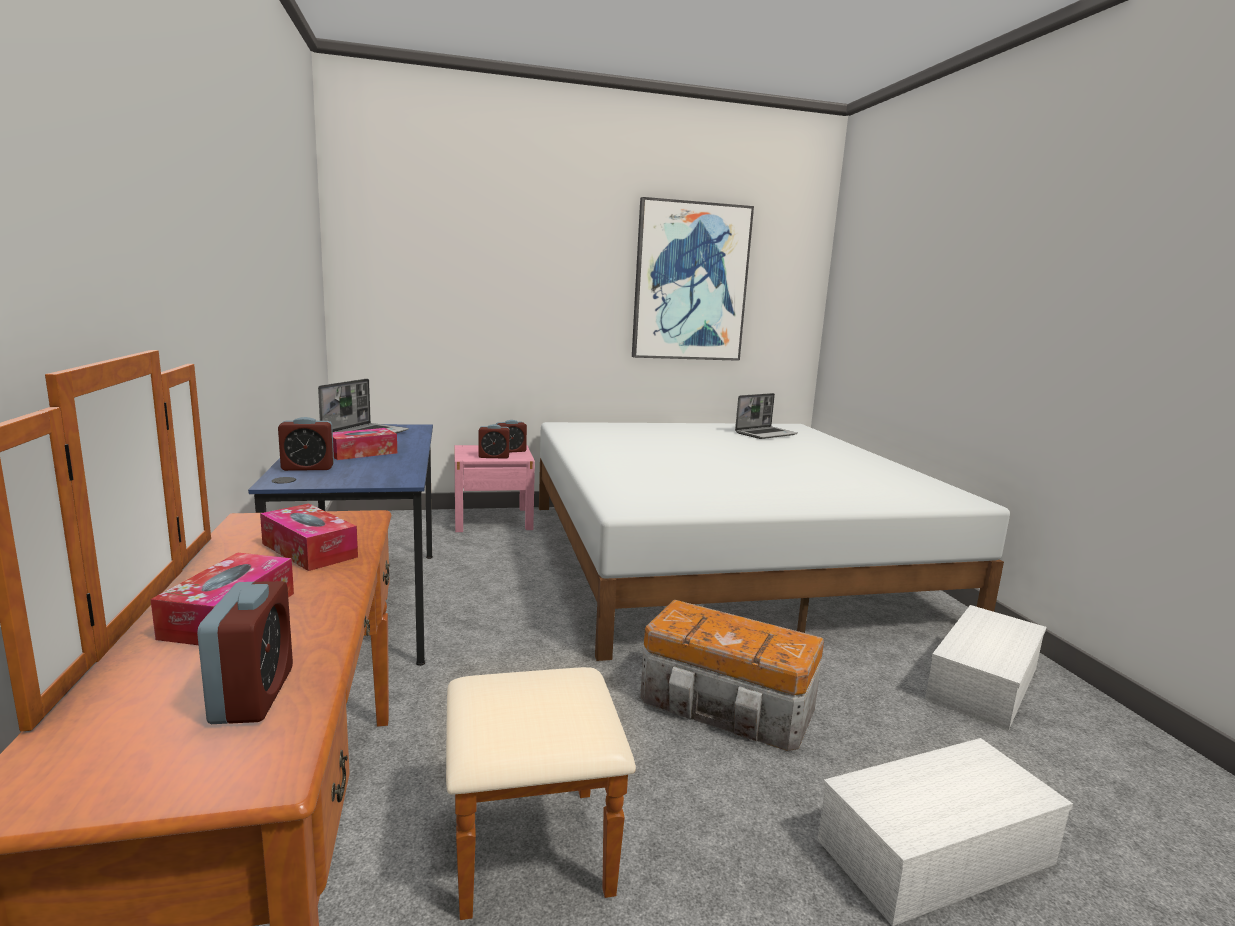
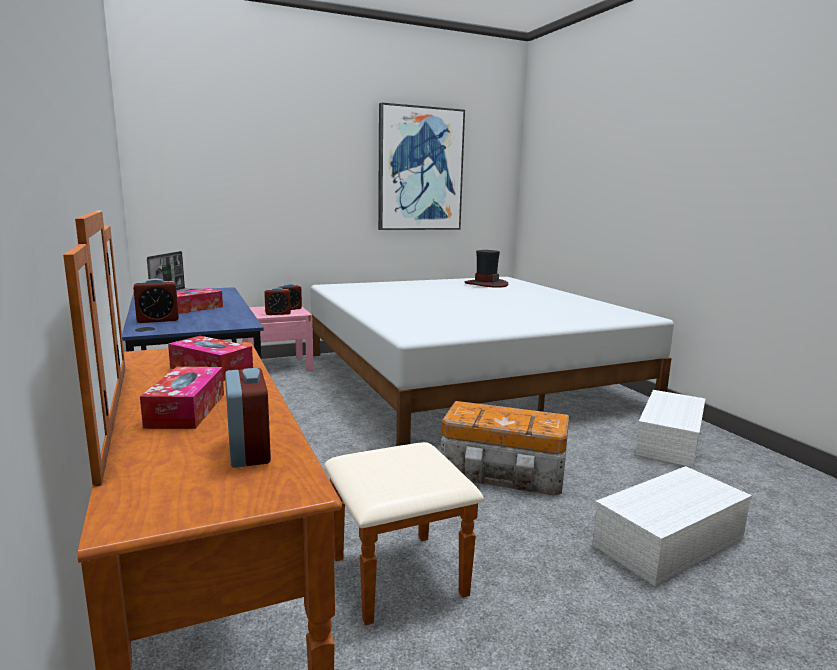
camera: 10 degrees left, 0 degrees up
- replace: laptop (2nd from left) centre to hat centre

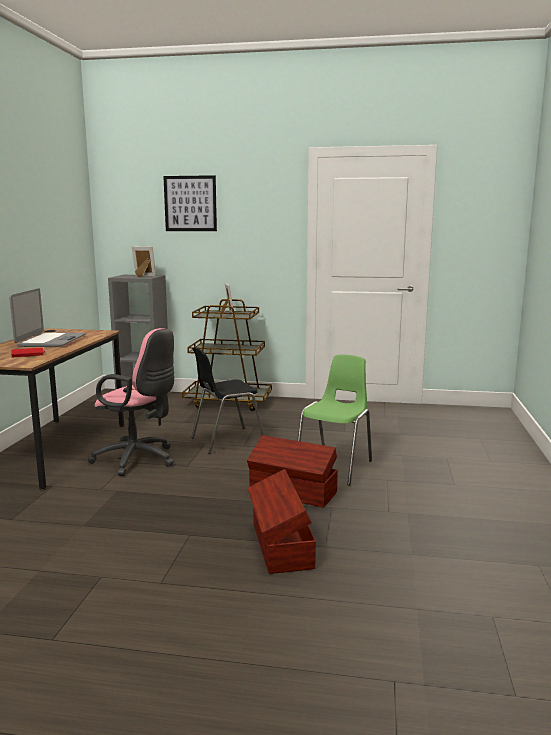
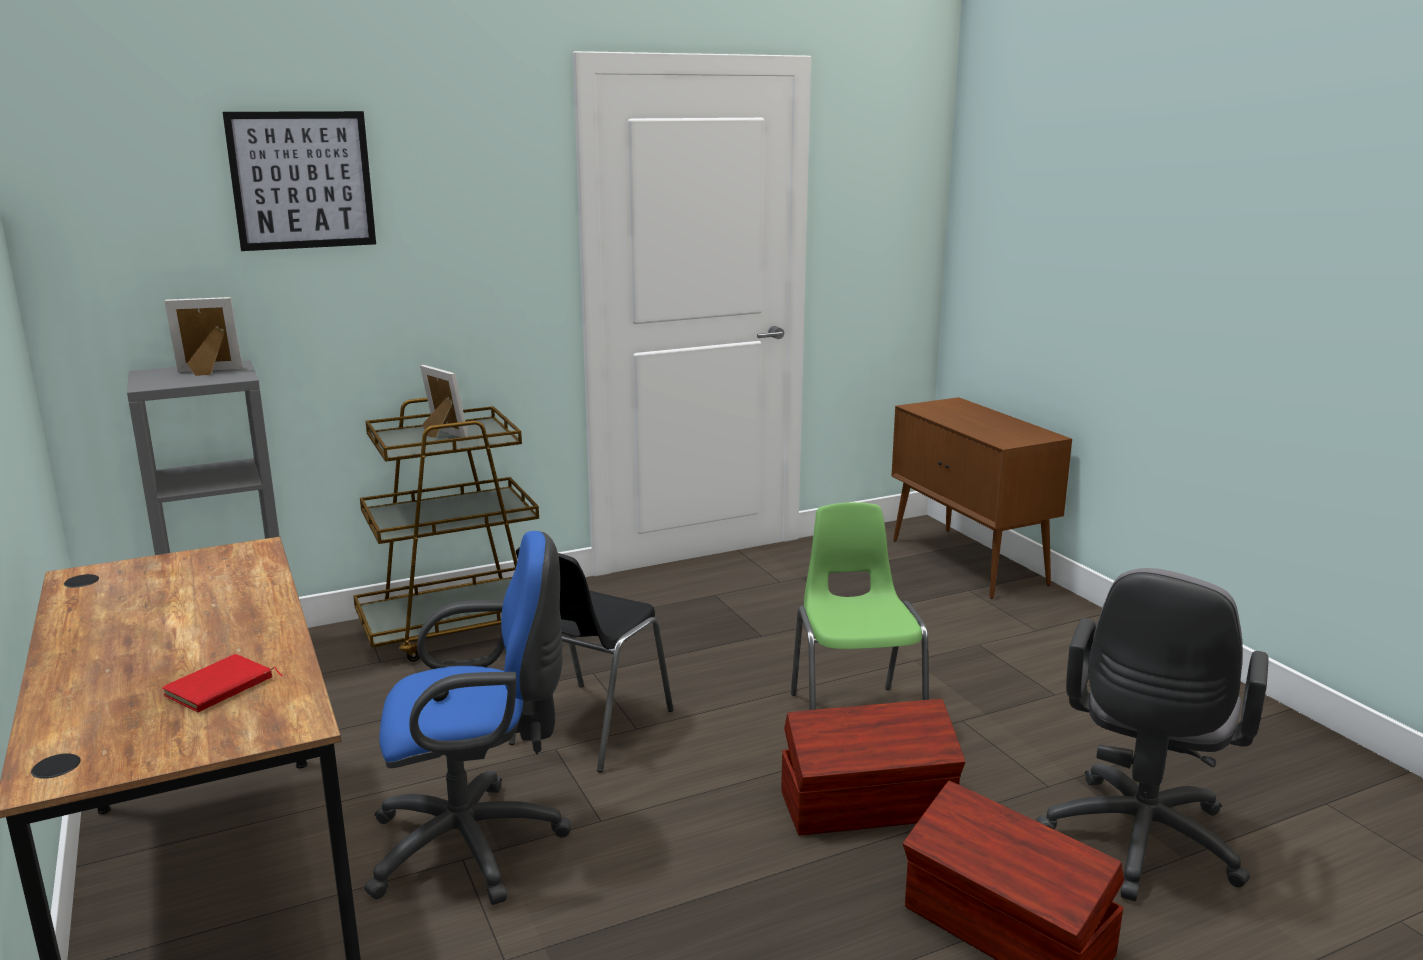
camera: 35 degrees left, 5 degrees up
- delete: laptop middle left
- insert: brown cabinet middle right
- insert: grey office chair bottom right
- recolor: pink office chair middle left to blue office chair bottom left

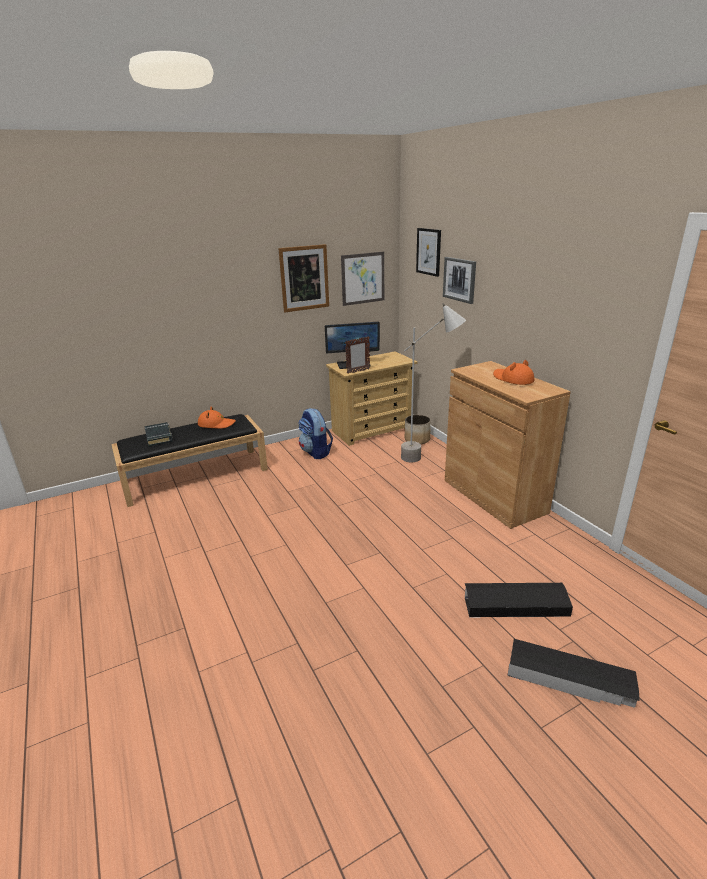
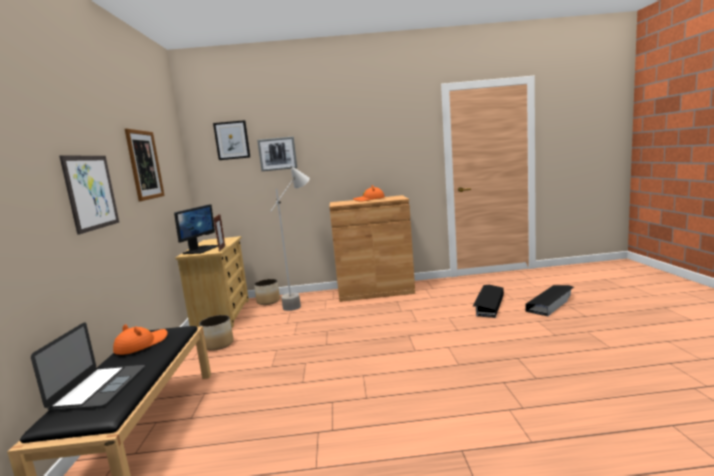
camera: 65 degrees left, 15 degrees down
- move: picture (2nd from left in the first image) top centre to picture (1st from left) middle left
- replace: black book middle left to laptop bottom left
- replace: backpack centre to planter (1st from left) bottom left

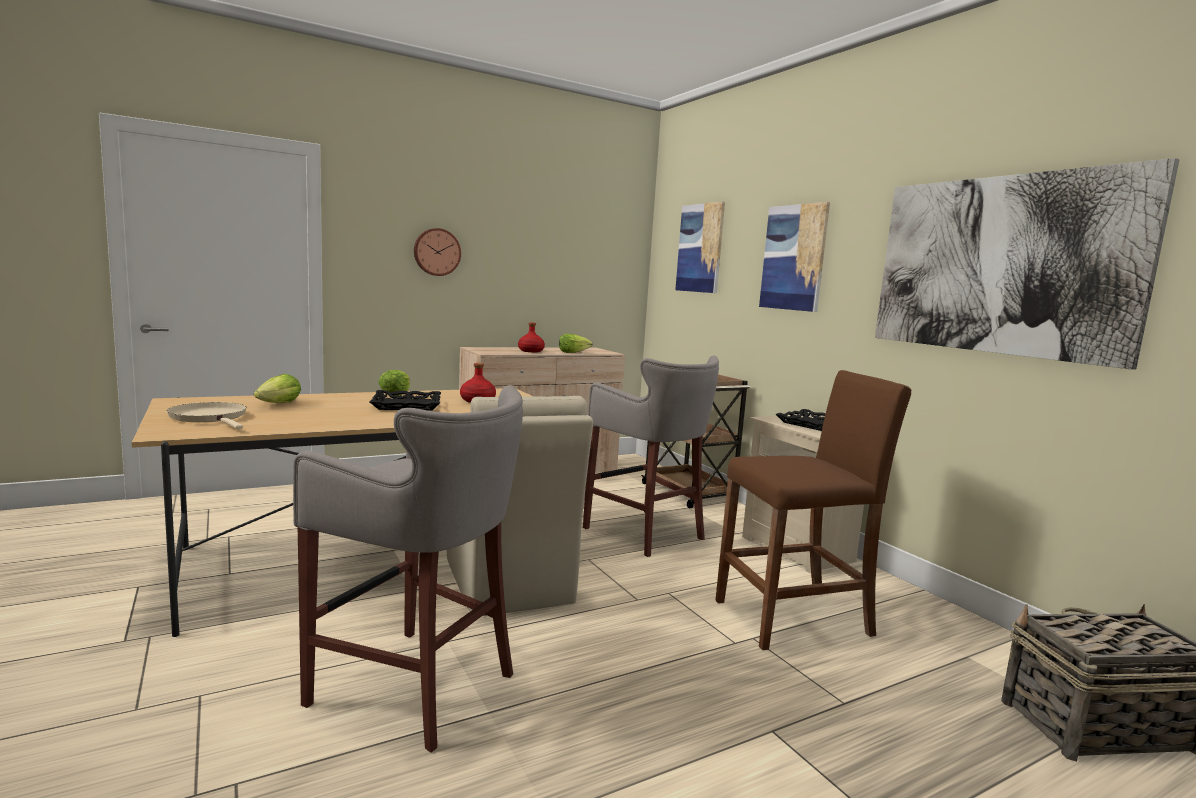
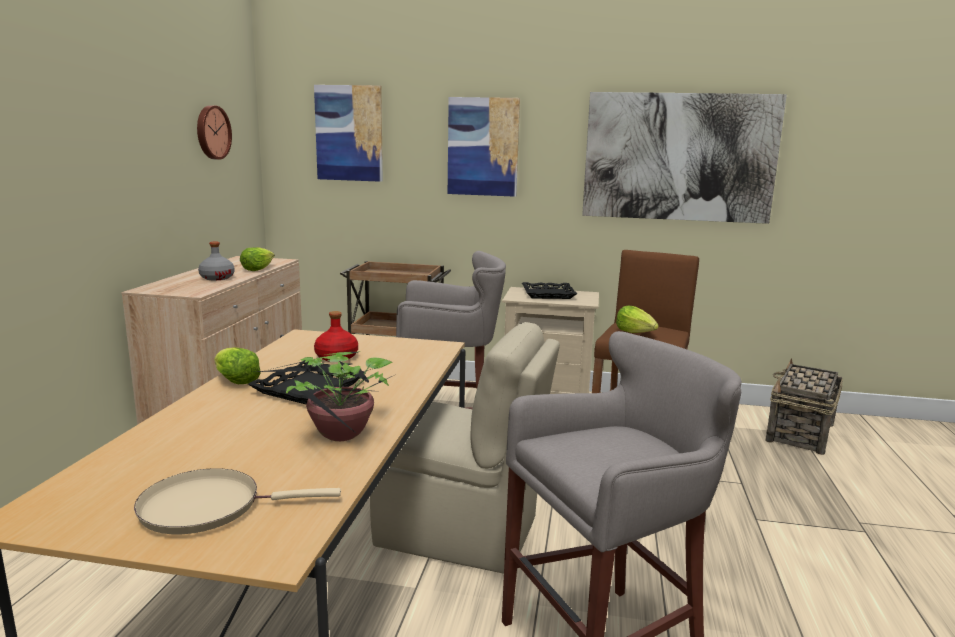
camera: 50 degrees left, 5 degrees up
- insert: potted plant centre
- move: lettuce (1st from left in the first image) middle left to lettuce (3rd from left) middle right
- move: wall clock top centre to top left
- recolor: red bottle (2nd from left) centre to grey bottle middle left

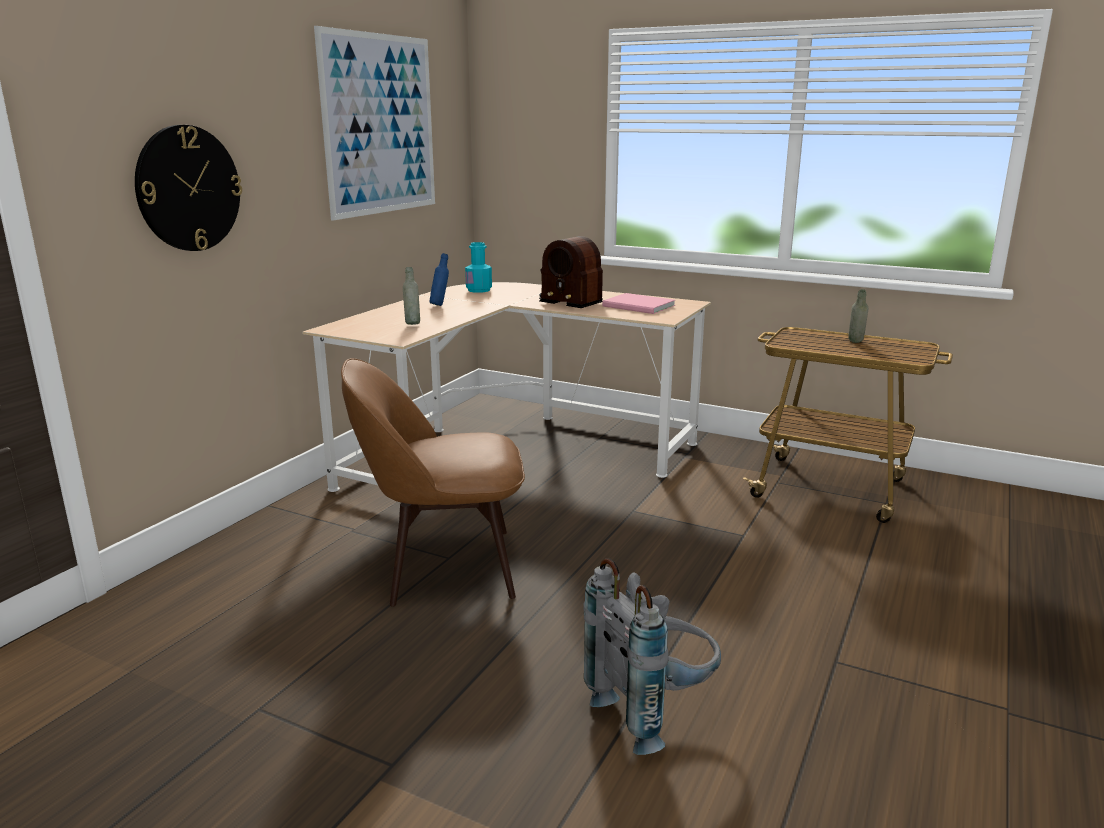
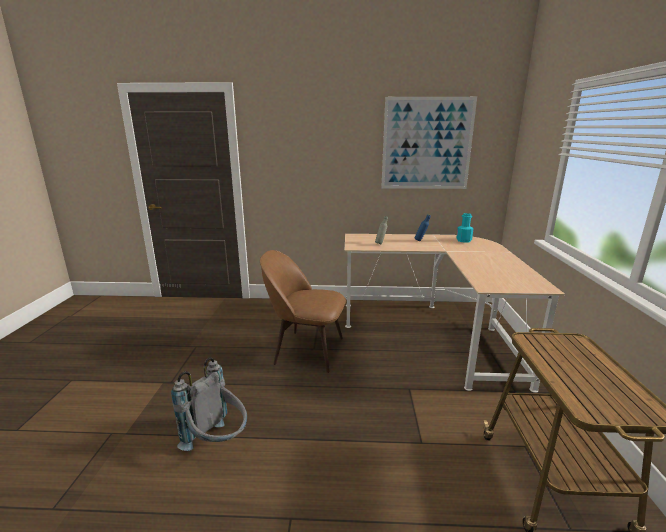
camera: 65 degrees right, 0 degrees up
- delete: wall clock top left
- delete: radio top centre
- delete: pink book centre
- delete: grey bottle (2nd from left) middle right
- rotate: brown chair centre = centre 45 degrees counterclockwise

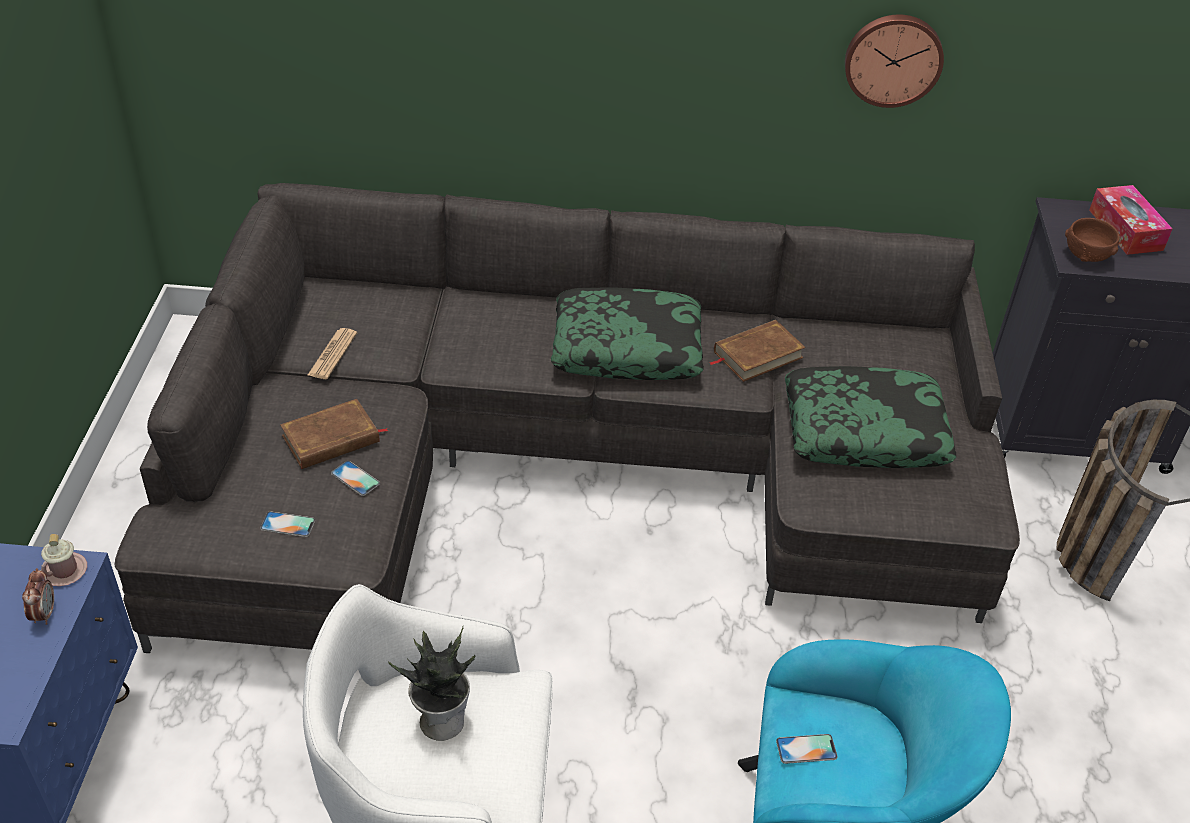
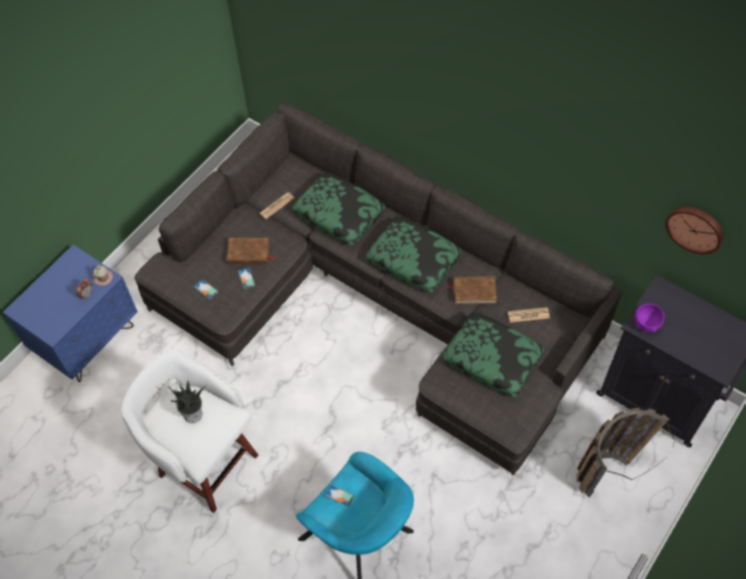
camera: 35 degrees right, 15 degrees up
- delete: tissue box top right
- insert: pillow (1st from left) centre
- insert: newspaper (2nd from left) middle right
- move: wall clock top right to middle right
- recolor: brown bowl top right to purple bowl middle right

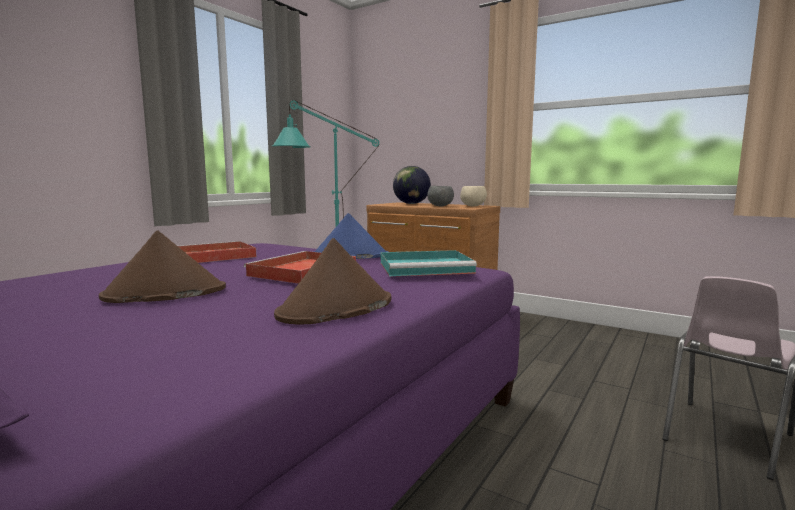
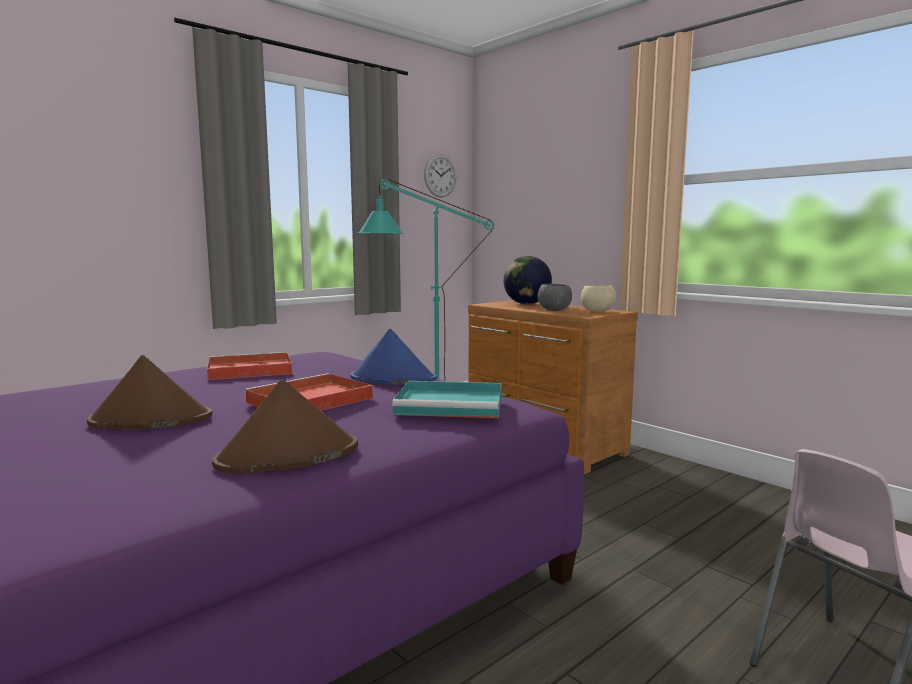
camera: 15 degrees right, 0 degrees up
- insert: wall clock top centre

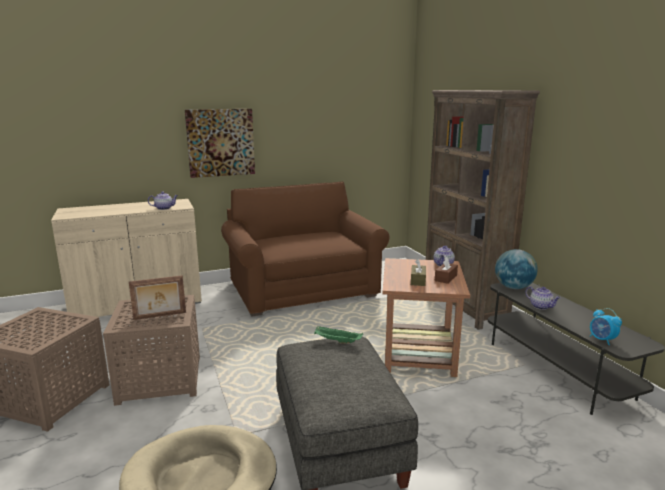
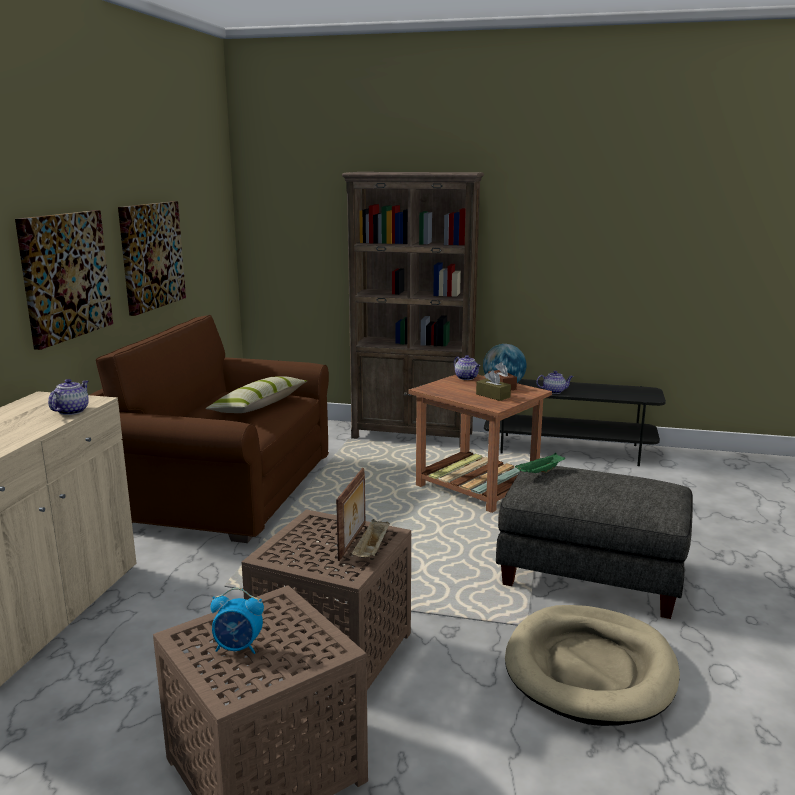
camera: 55 degrees left, 0 degrees up
- insert: picture (2nd from left) top left
- insert: pillow middle left
- insert: beige tray bottom centre
- move: alarm clock middle right to bottom left

